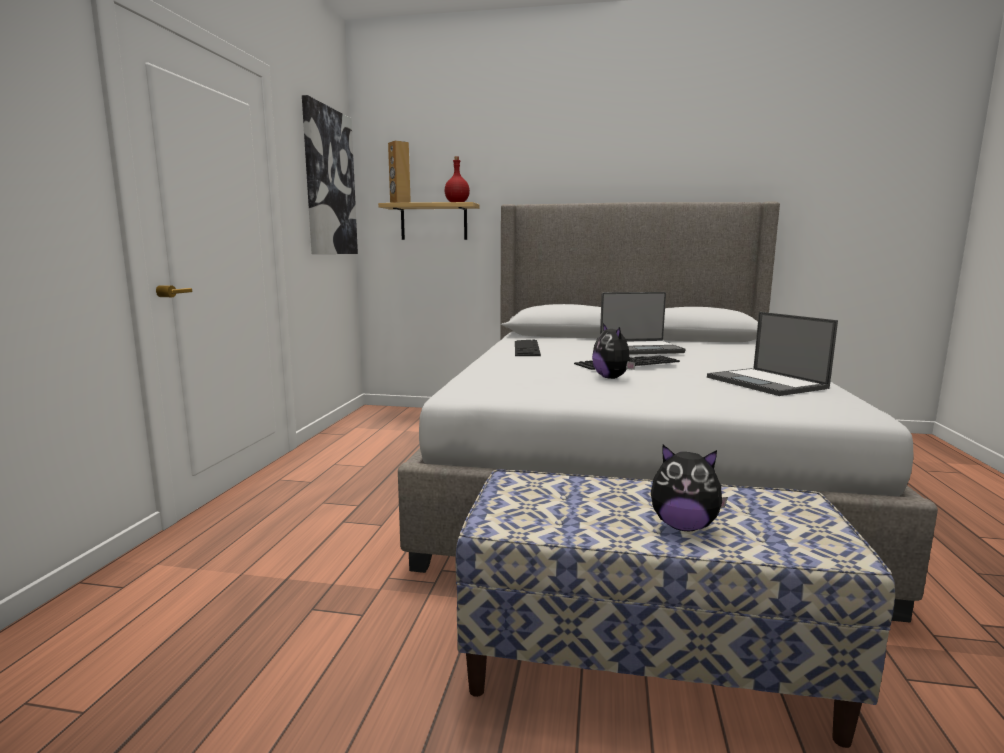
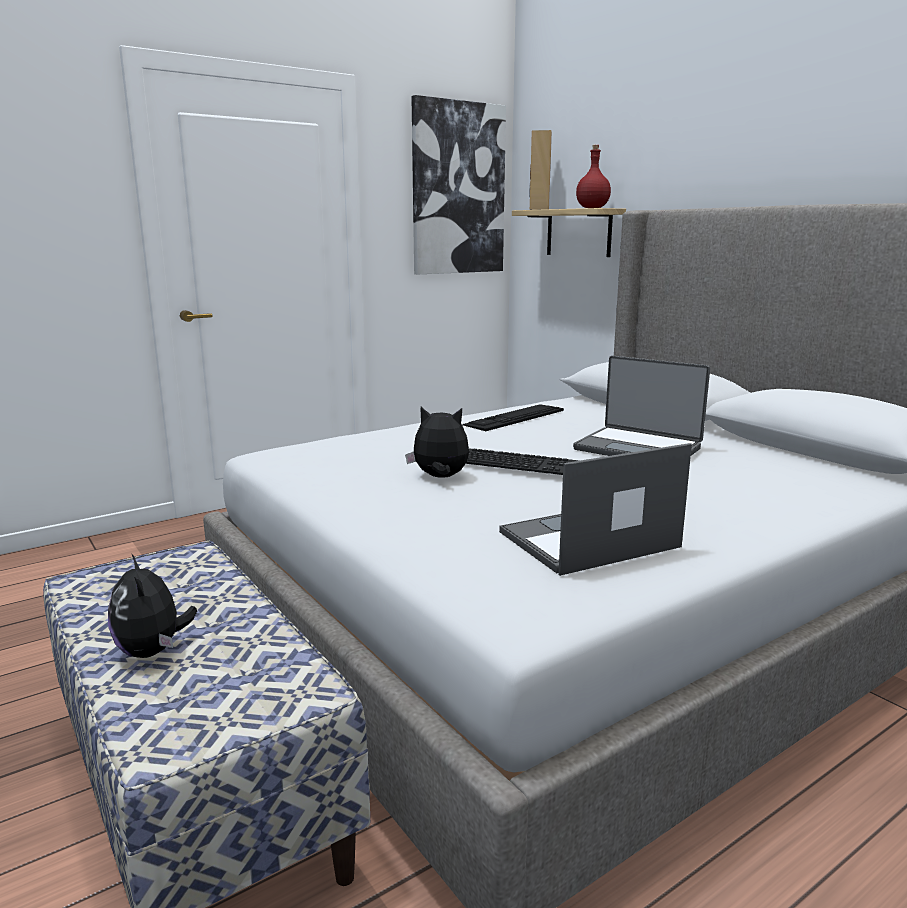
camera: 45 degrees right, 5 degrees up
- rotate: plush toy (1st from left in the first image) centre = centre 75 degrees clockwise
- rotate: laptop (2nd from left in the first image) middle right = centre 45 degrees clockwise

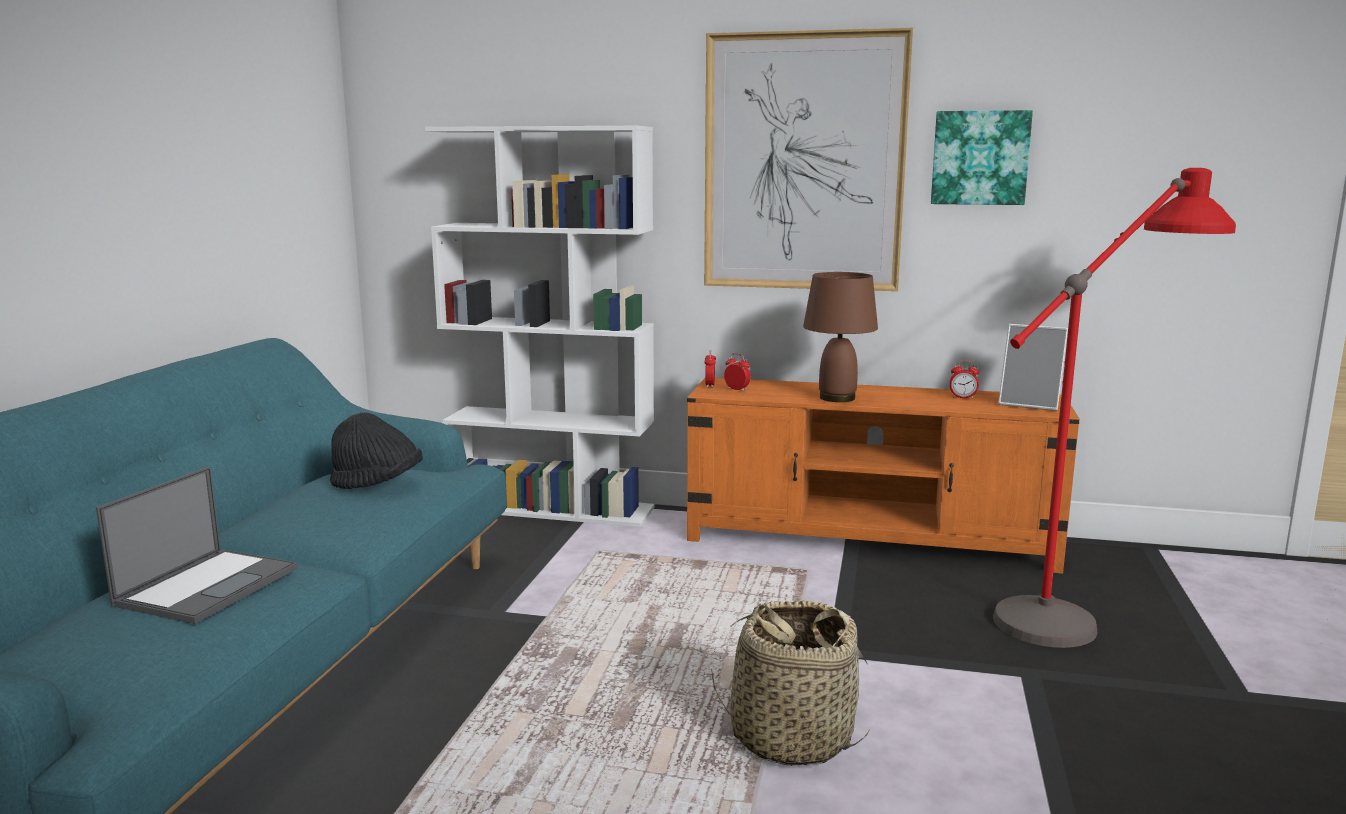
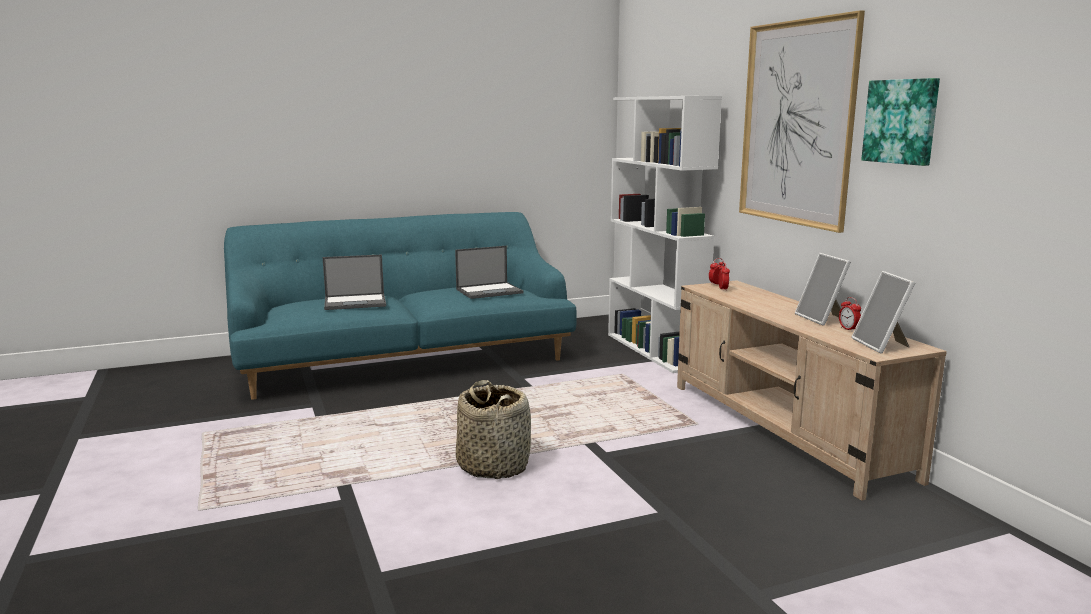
camera: 55 degrees right, 0 degrees up
- delete: brown table lamp centre
- delete: red floor lamp middle right
- insert: picture frame (1st from left) middle right
- replace: black hat middle left to laptop (2nd from left) centre
- recolor: orange tv stand centre to beige tv stand middle right

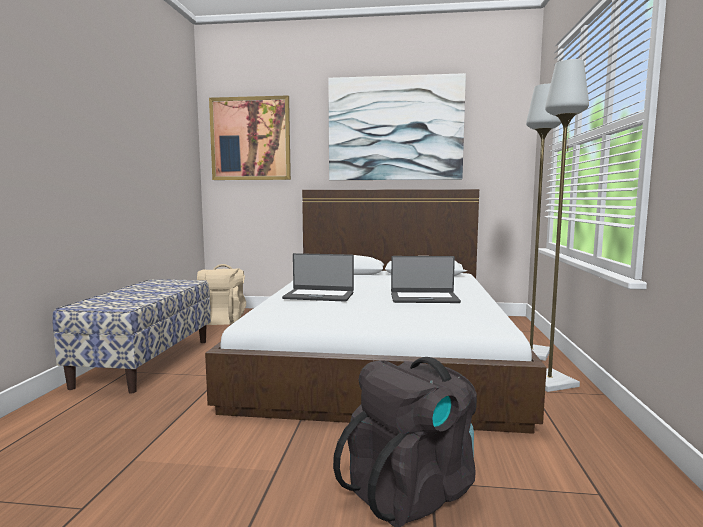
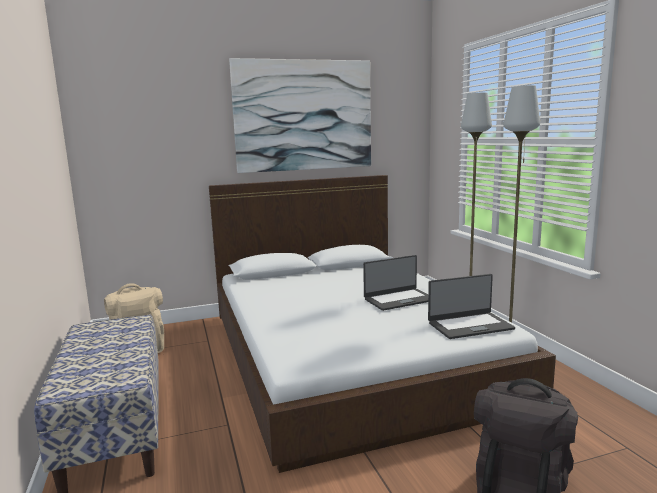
camera: 25 degrees left, 5 degrees up
- delete: picture (1st from left) top centre
- move: laptop (1st from left in the first image) centre to laptop (2nd from left) middle right

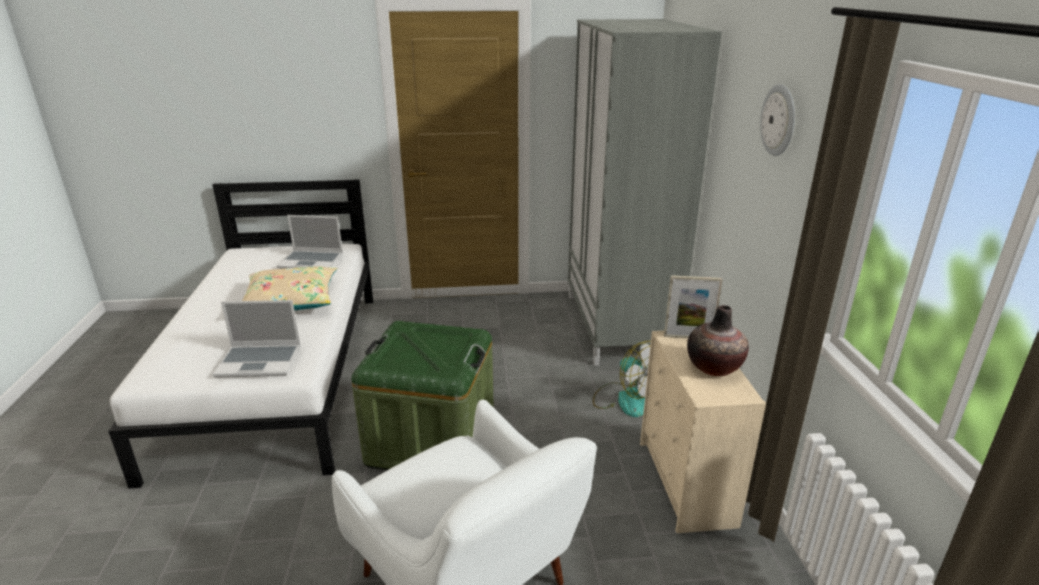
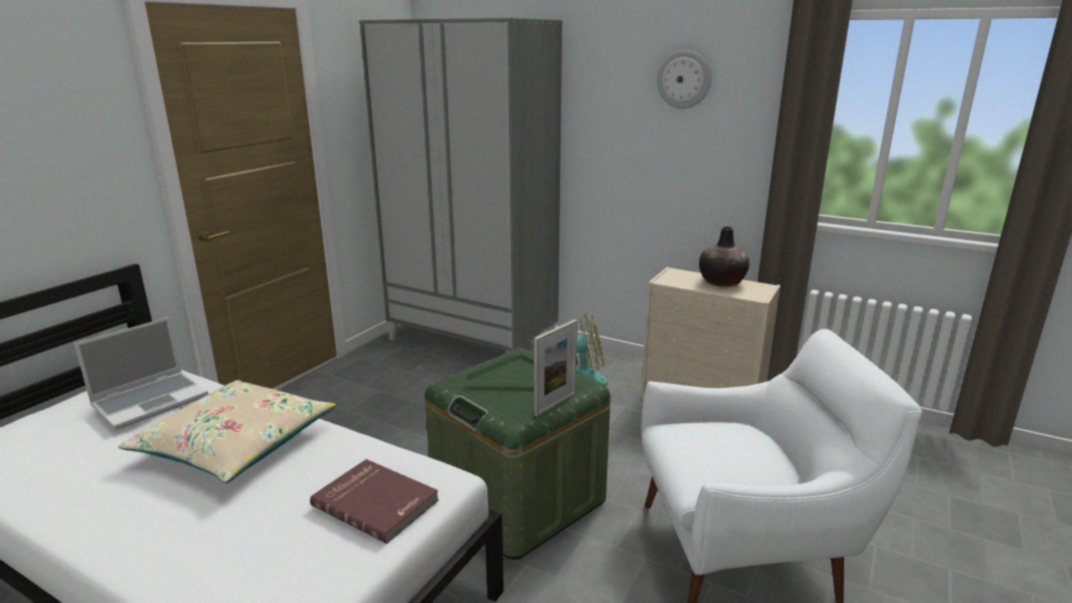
camera: 55 degrees left, 5 degrees down
- move: picture frame middle right to centre
- replace: laptop (1st from left) middle left to red book bottom centre

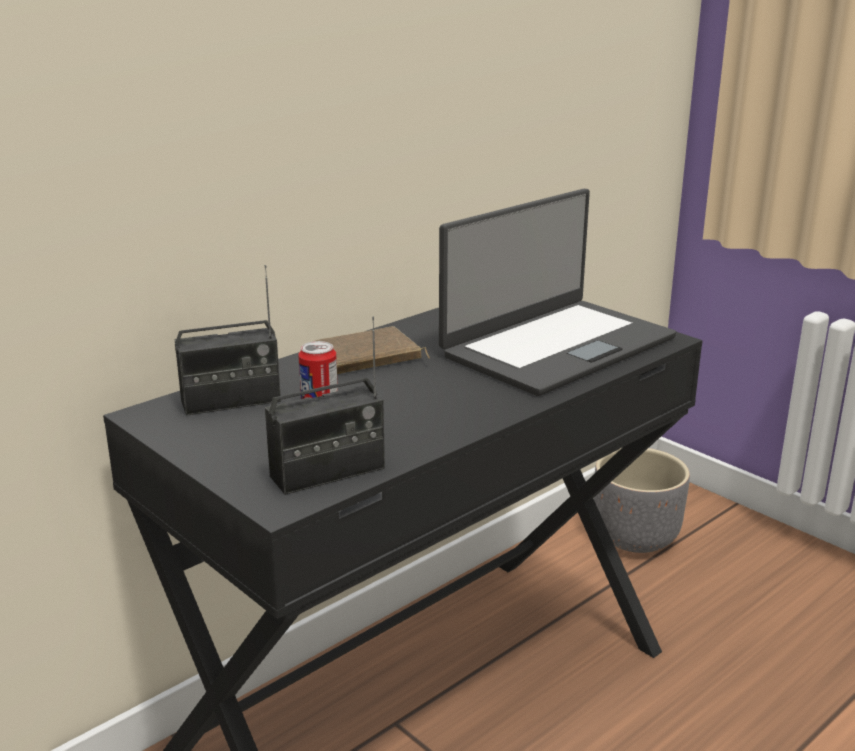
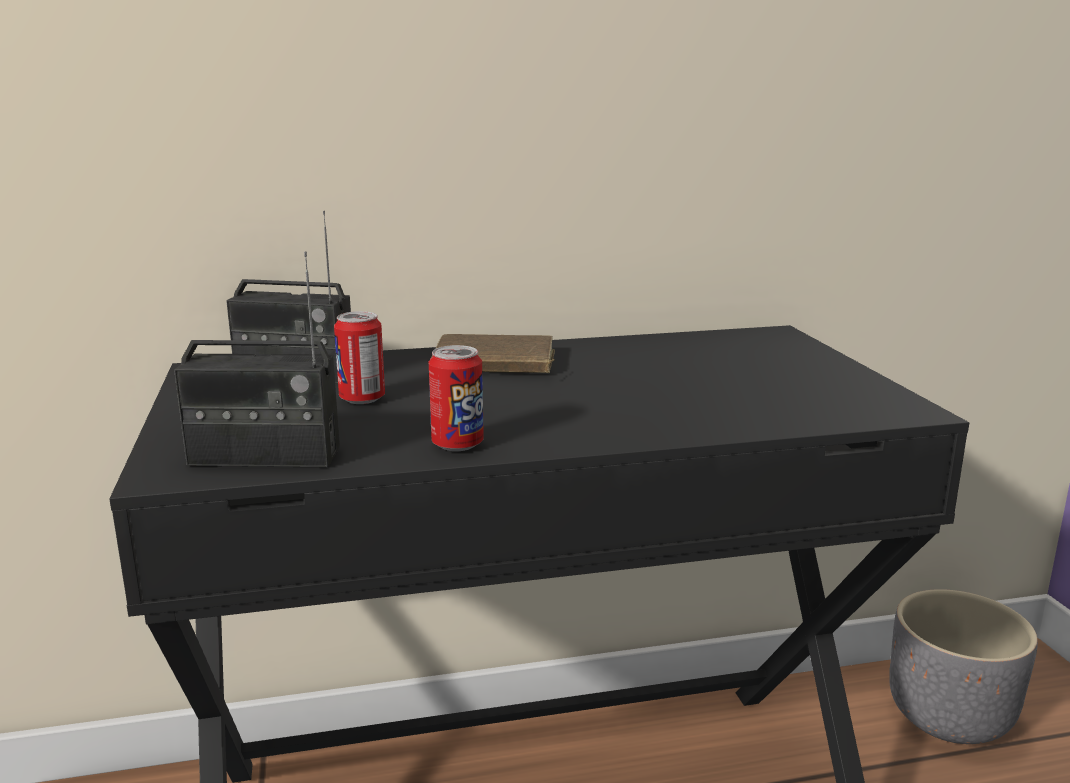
camera: 30 degrees right, 5 degrees down
- delete: laptop centre
- insert: can (2nd from left) centre

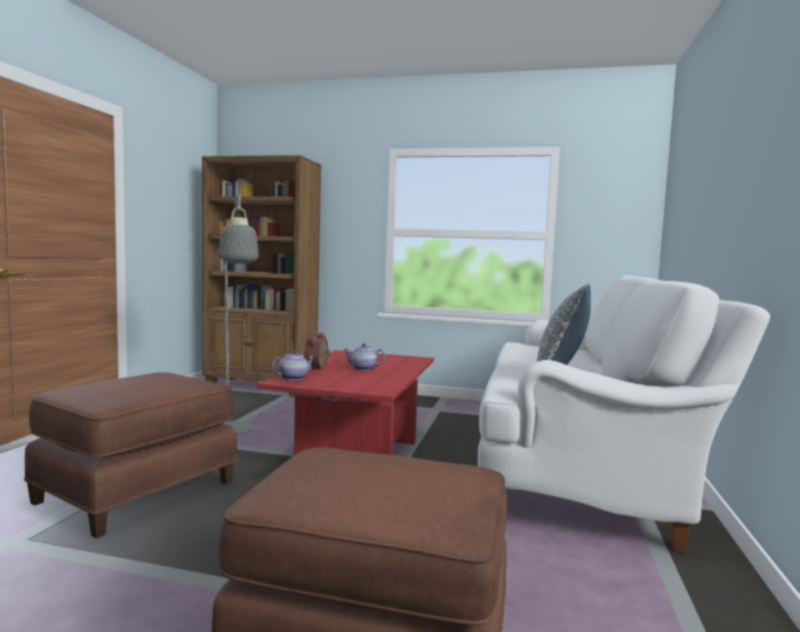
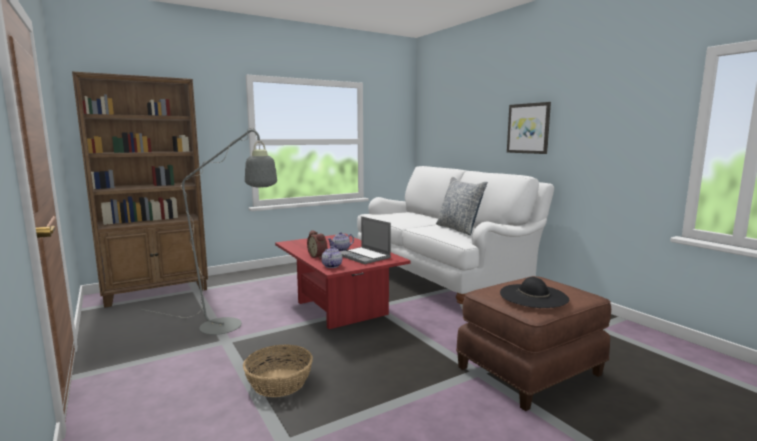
camera: 45 degrees left, 5 degrees up
- insert: laptop centre
- insert: black hat middle right
- insert: picture top right
- replace: brown ottoman (1st from left) bottom left to basket bottom centre

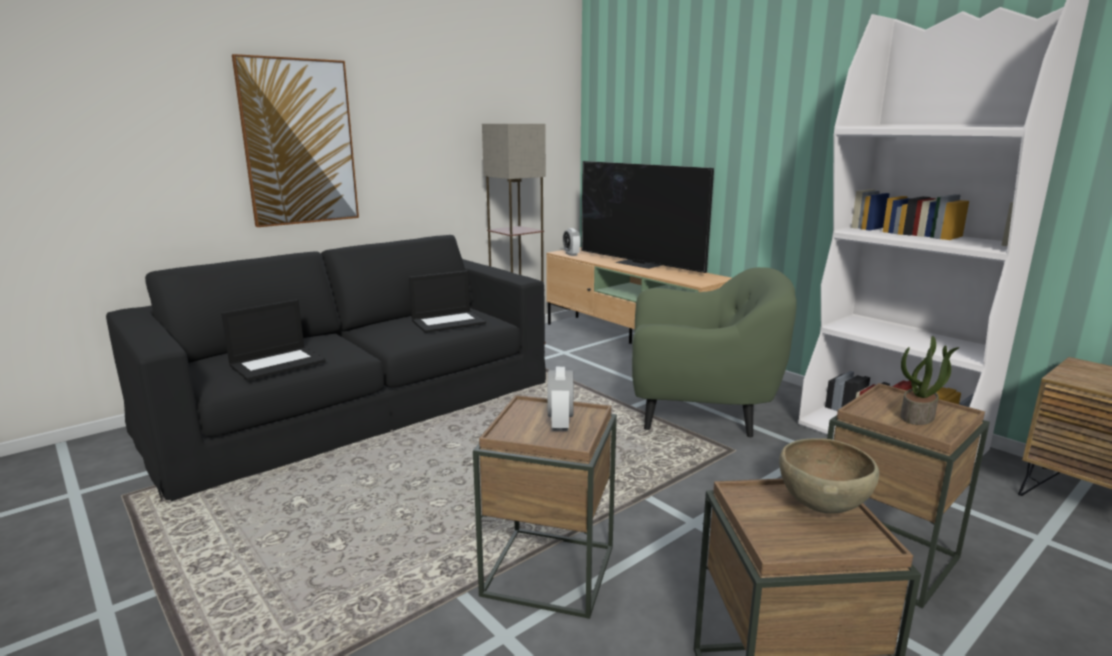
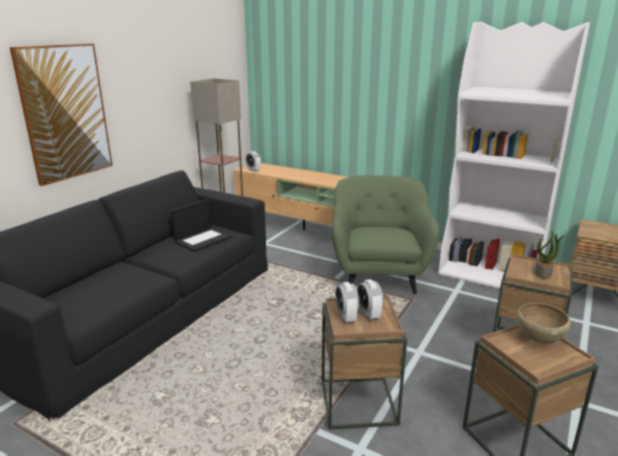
camera: 20 degrees left, 5 degrees up
- delete: laptop (1st from left) middle left
- delete: television top centre
- insert: alarm clock (2nd from left) centre
- rotate: green armchair centre = centre 75 degrees counterclockwise

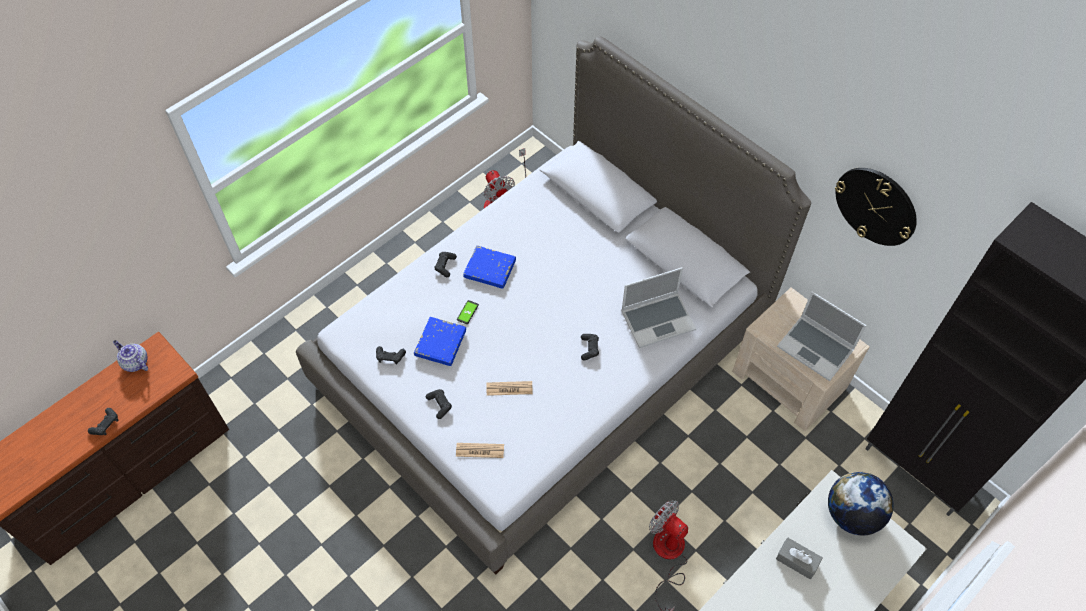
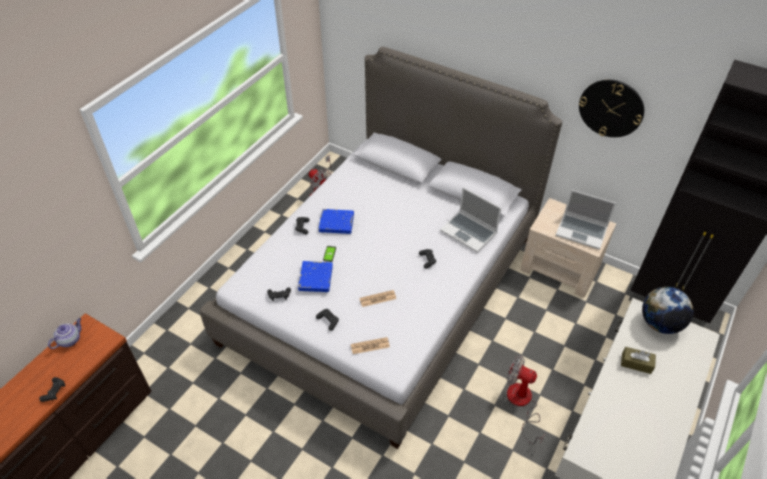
camera: 15 degrees left, 10 degrees down
- recolor: grey tissue box bottom right to brown tissue box bottom right
- rotate: teapot middle left = bottom left 105 degrees clockwise
- rotate: laptop (1st from left) centre = centre 75 degrees clockwise

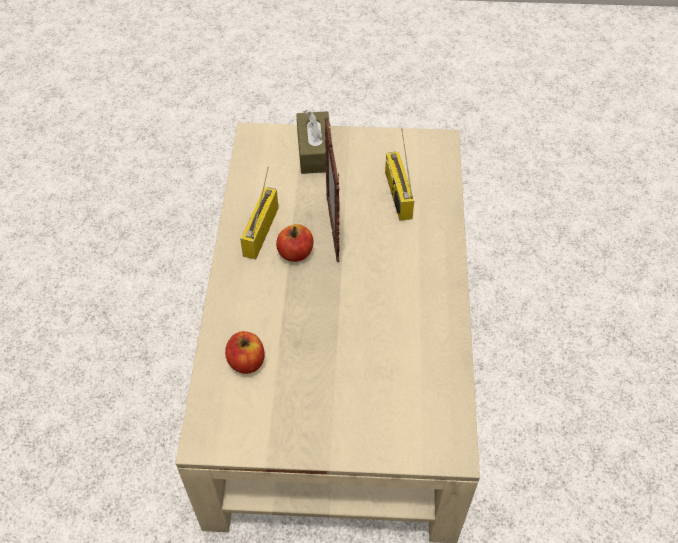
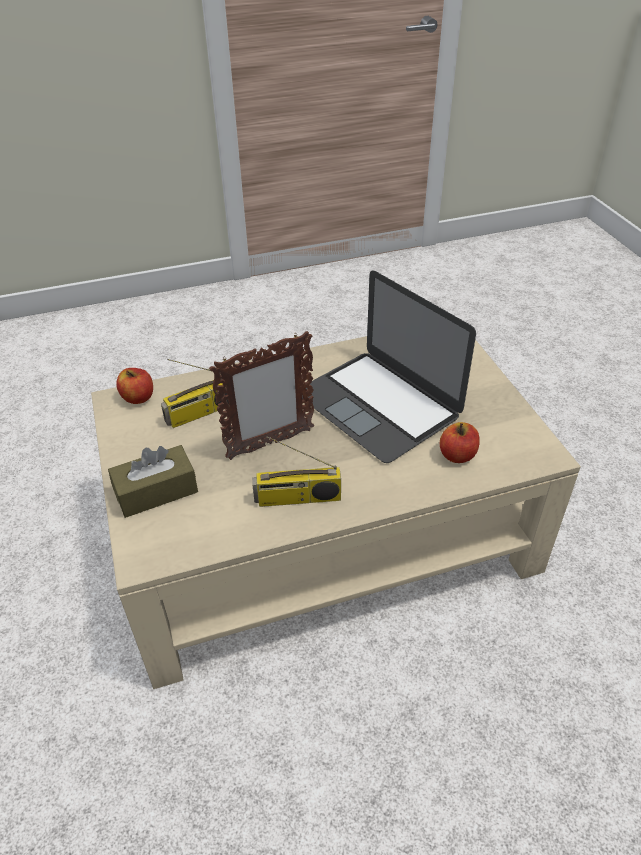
camera: 110 degrees left, 10 degrees down
- insert: laptop centre
- move: apple (2nd from left in the first image) centre to apple (1st from left) middle left

